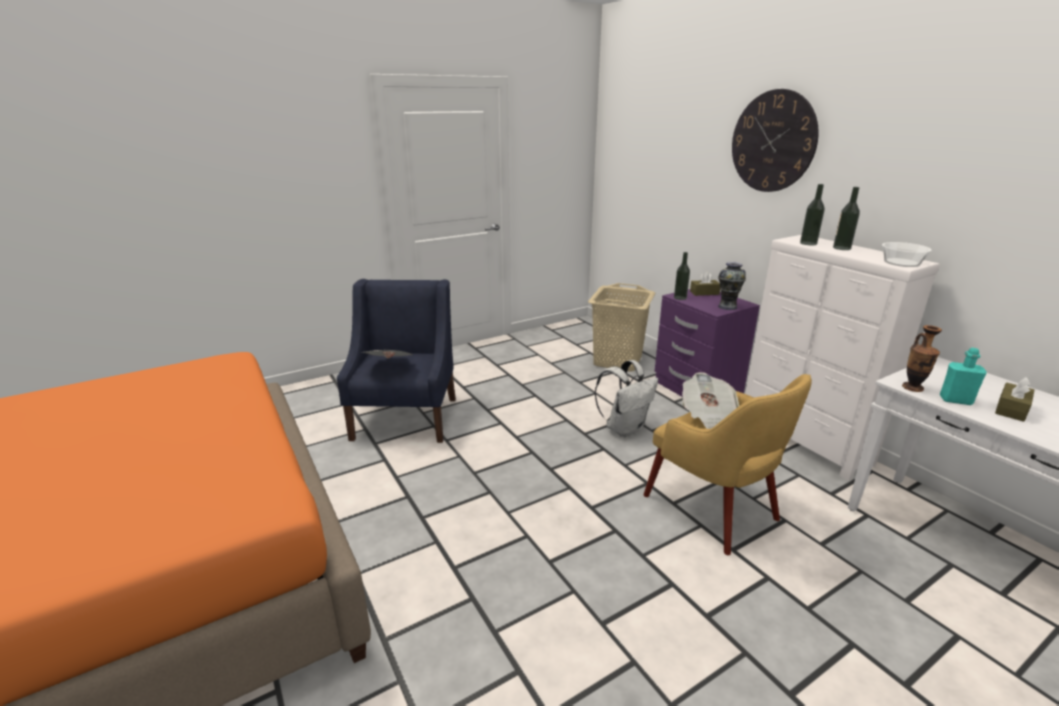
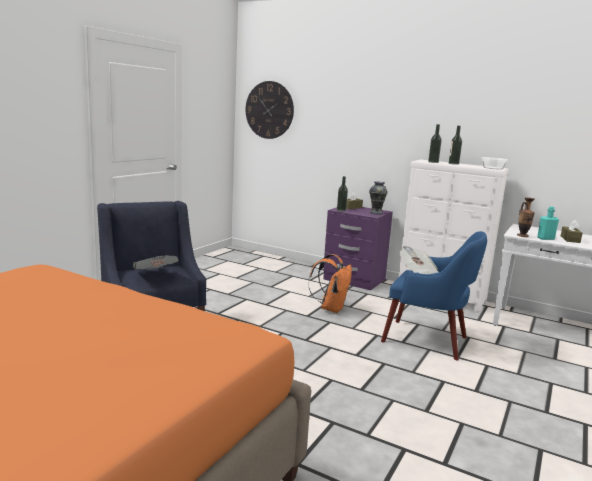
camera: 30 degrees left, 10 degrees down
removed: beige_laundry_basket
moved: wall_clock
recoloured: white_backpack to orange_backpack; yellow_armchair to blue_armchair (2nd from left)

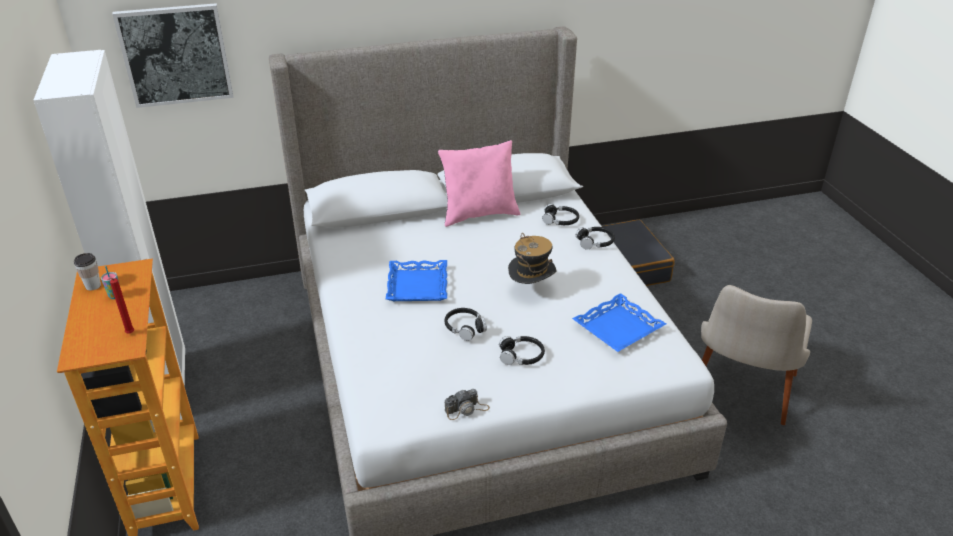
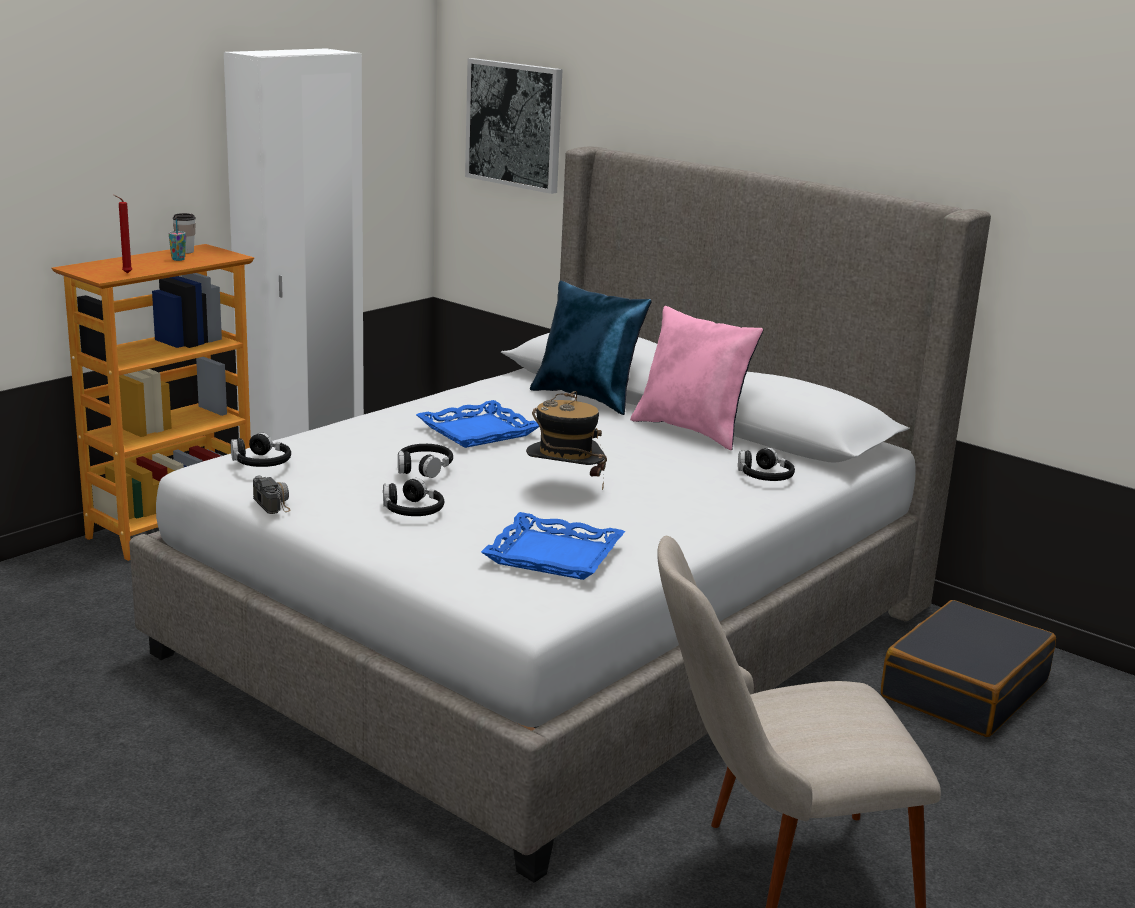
camera: 55 degrees right, 15 degrees down
added: blue_pillow
moved: black_headphones (4th from left in the first image) to black_headphones (1st from left)
turned: photo_camera 150 degrees counterclockwise

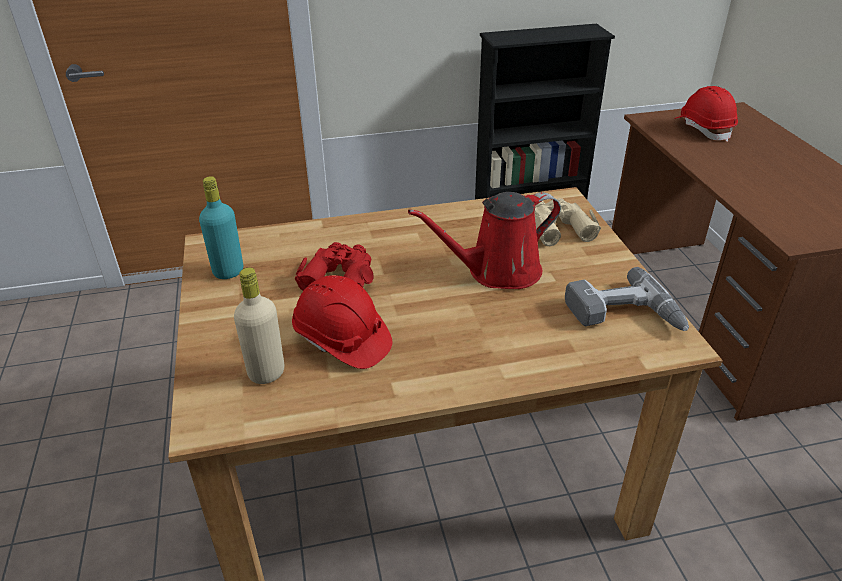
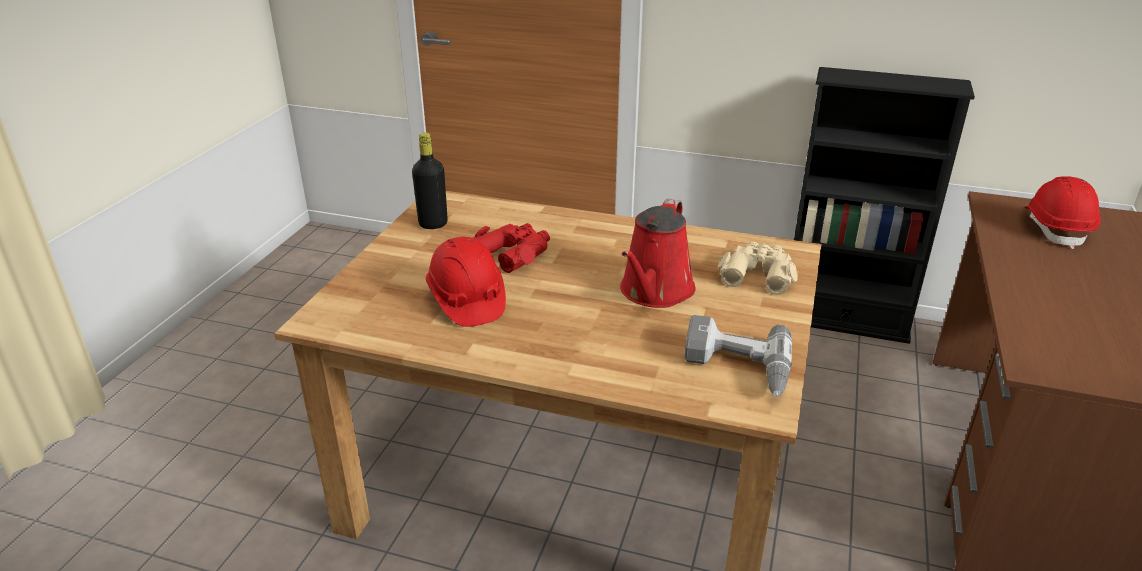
camera: 30 degrees right, 5 degrees down
removed: beige_bottle
recoloured: turquoise_bottle to black_bottle
turned: red_watering_can 75 degrees counterclockwise

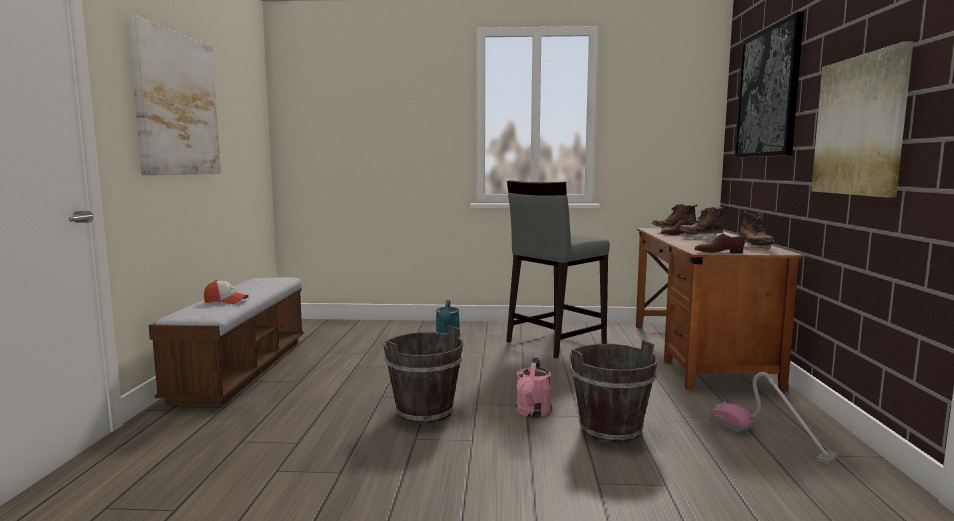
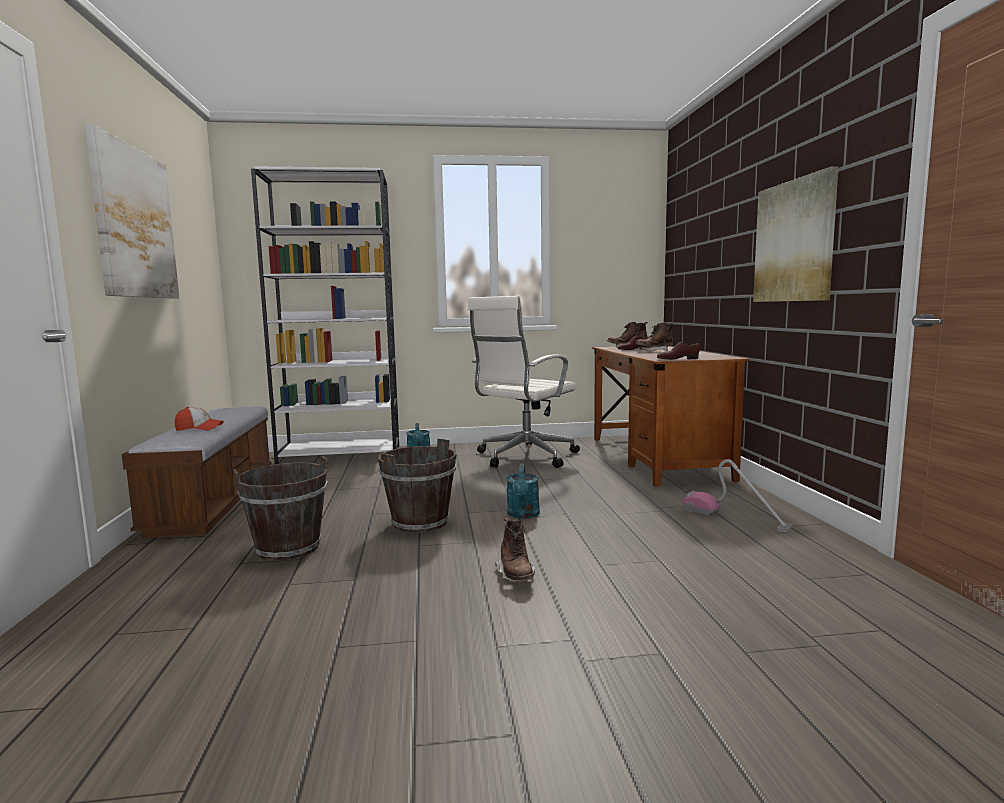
camera: 10 degrees left, 0 degrees up
removed: picture (2nd from left)
added: white_bookcase
moved: brown_bucket (2nd from left in the first image) to brown_bucket (1st from left); brown_boot (3rd from left in the first image) to brown_boot (1st from left)
replaced: grey_stool to white_office_chair
recoloured: pink_watering_can to turquoise_watering_can (2nd from left)

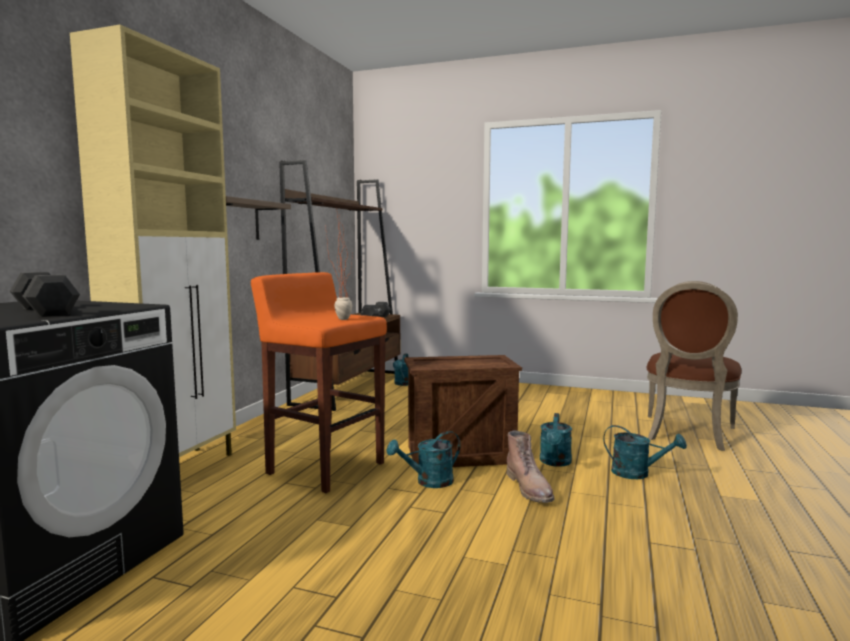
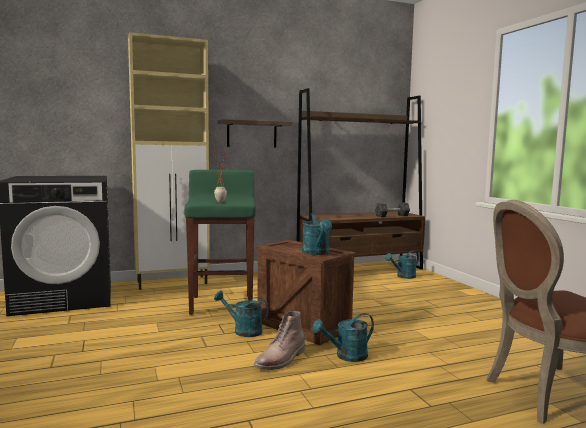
camera: 50 degrees right, 0 degrees up
removed: grey_dumbbell (1st from left)
moved: turquoise_watering_can (4th from left in the first image) to turquoise_watering_can (2nd from left)
recoloured: orange_stool to green_stool

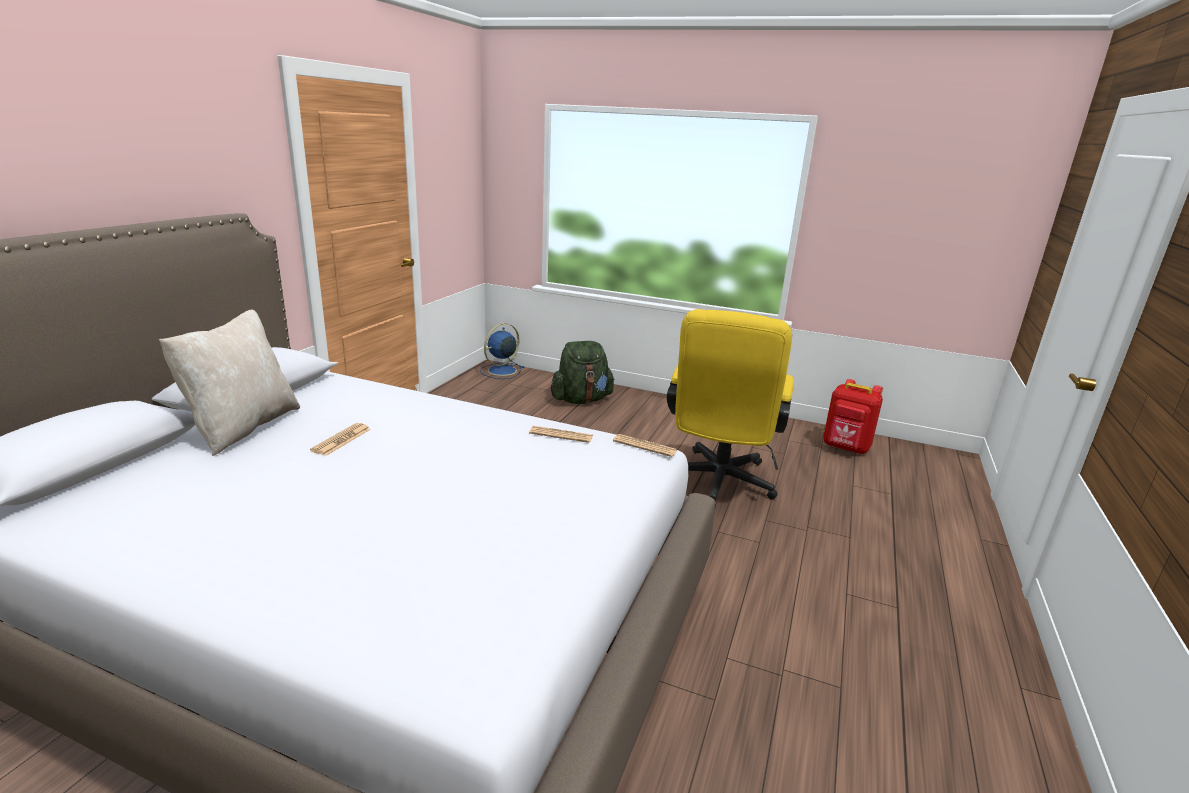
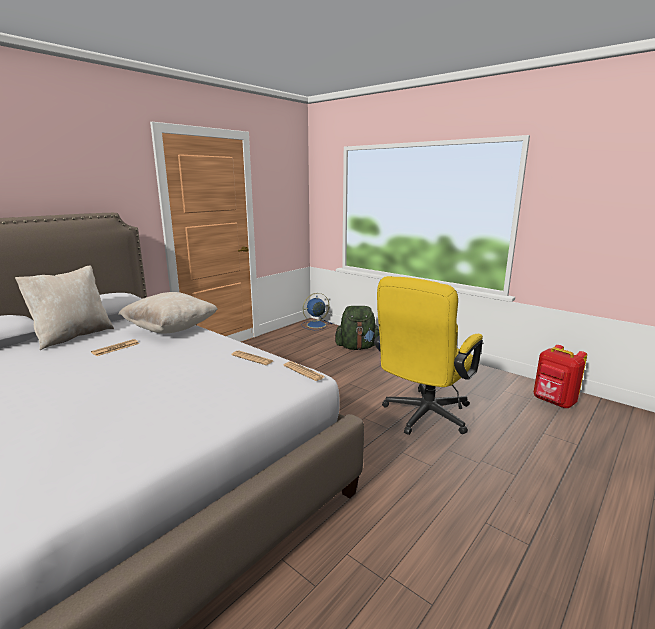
camera: 20 degrees right, 5 degrees down
added: beige_pillow (2nd from left)

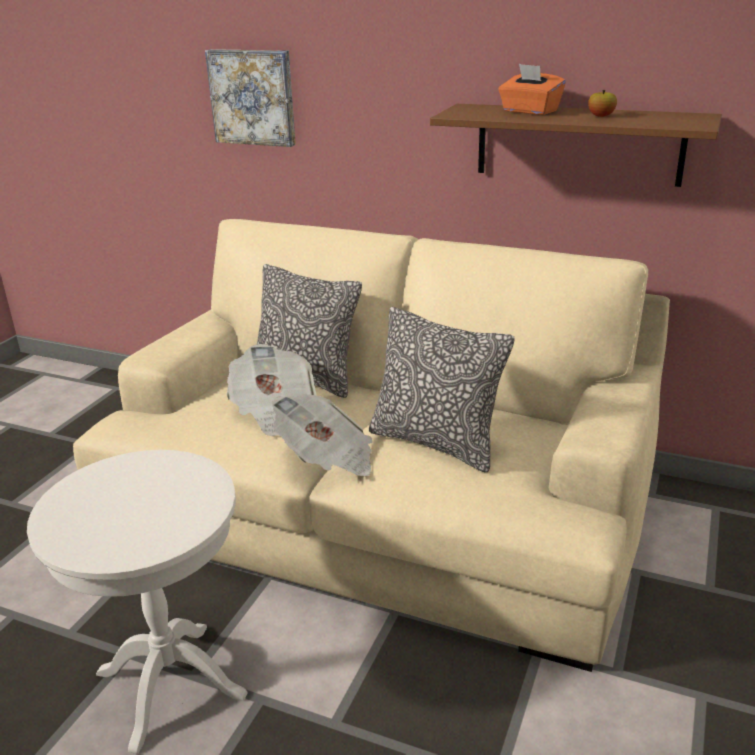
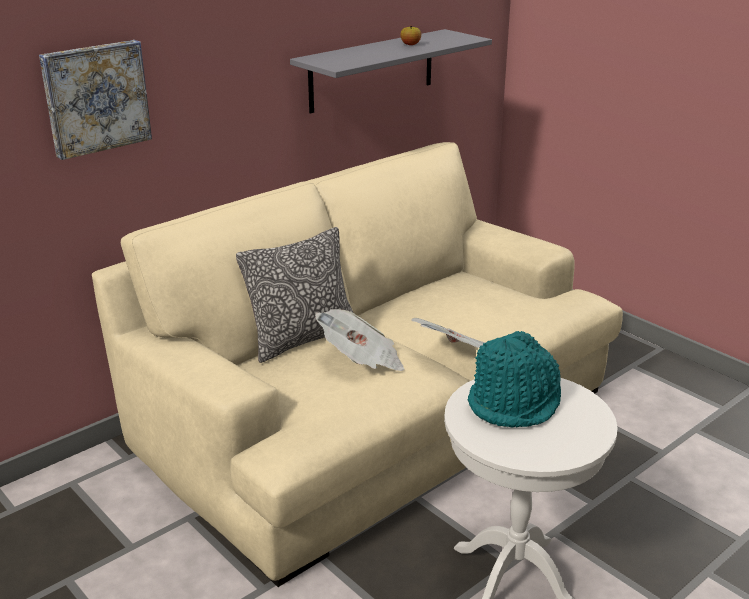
camera: 65 degrees left, 0 degrees up
removed: pillow (2nd from left); orange_tissue_box
added: turquoise_hat
recoloured: brown_shelf to grey_shelf

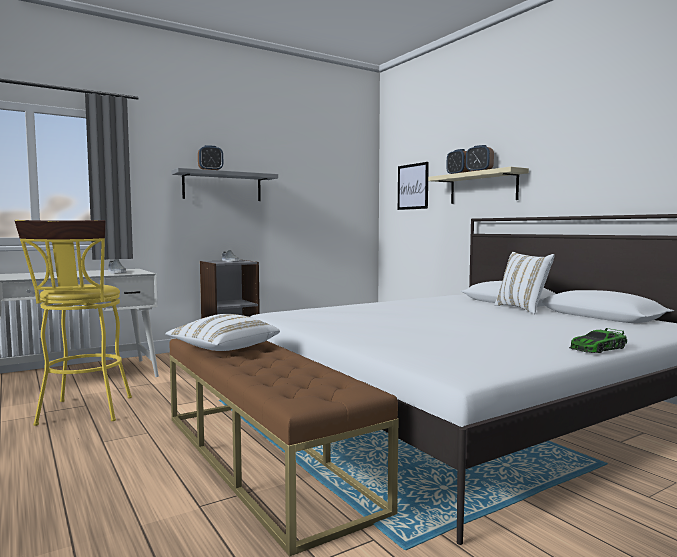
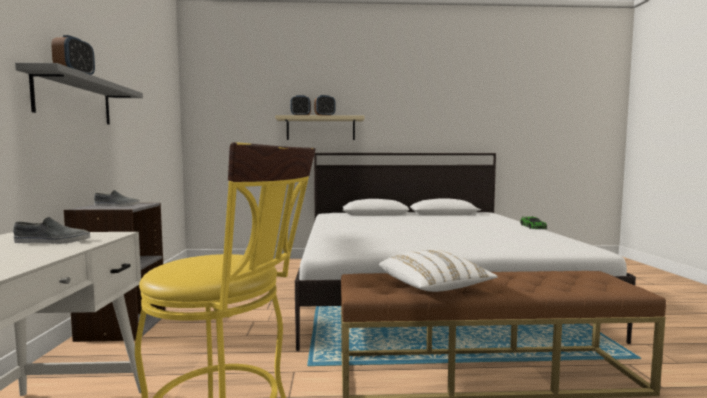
camera: 60 degrees left, 0 degrees up
removed: picture; white_pillow (2nd from left)

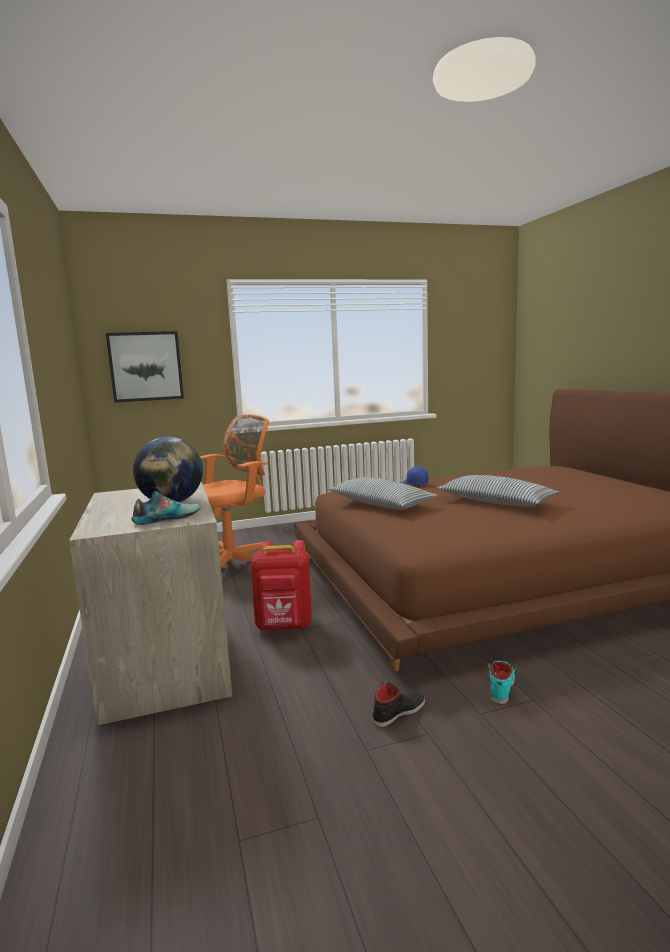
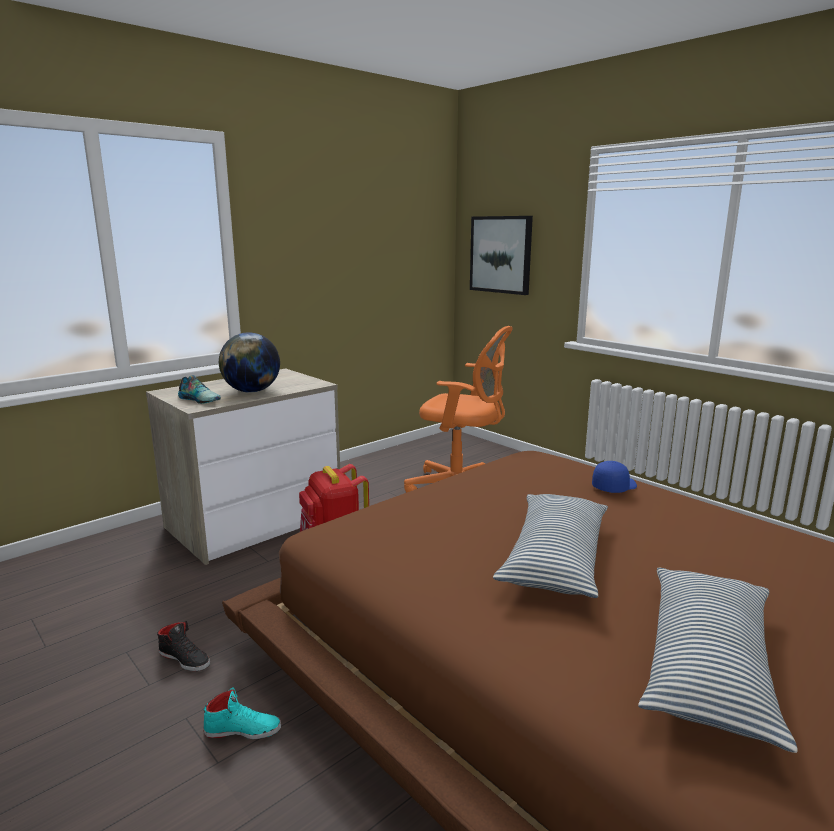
camera: 65 degrees right, 5 degrees up
moved: pillow (1st from left in the first image) to pillow (2nd from left)

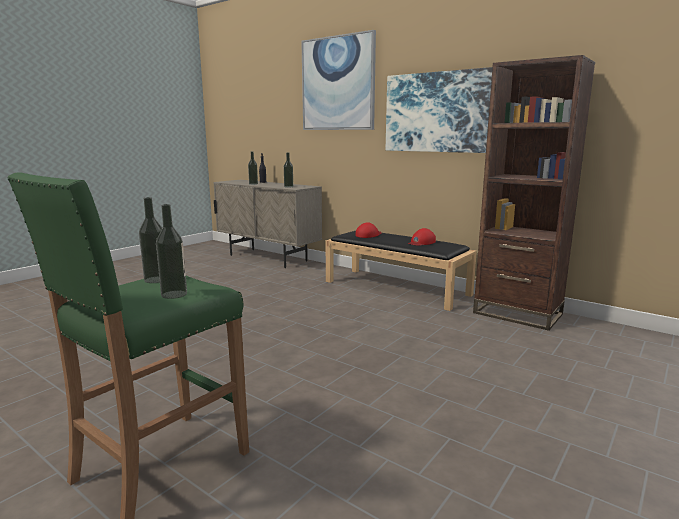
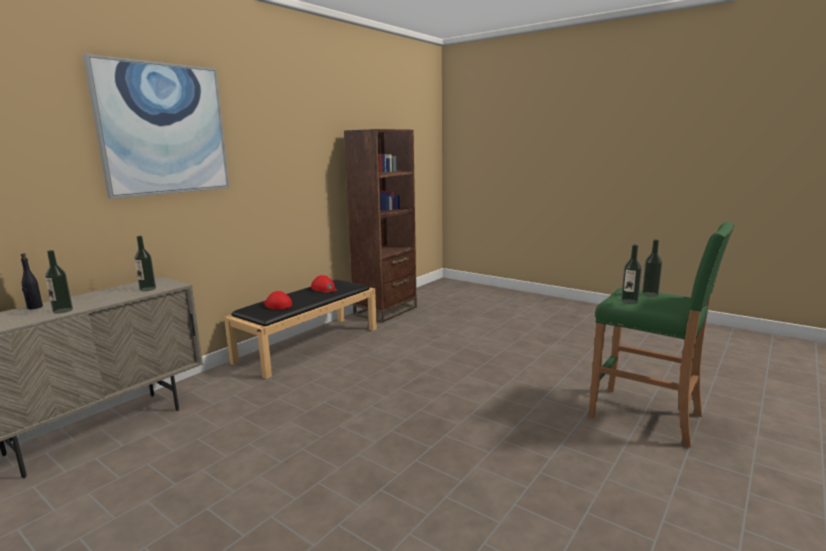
camera: 90 degrees left, 0 degrees up
removed: picture (2nd from left)

